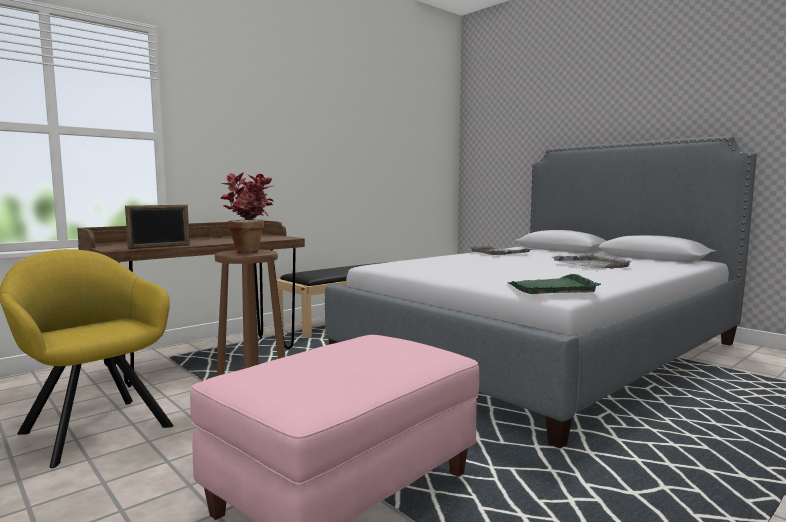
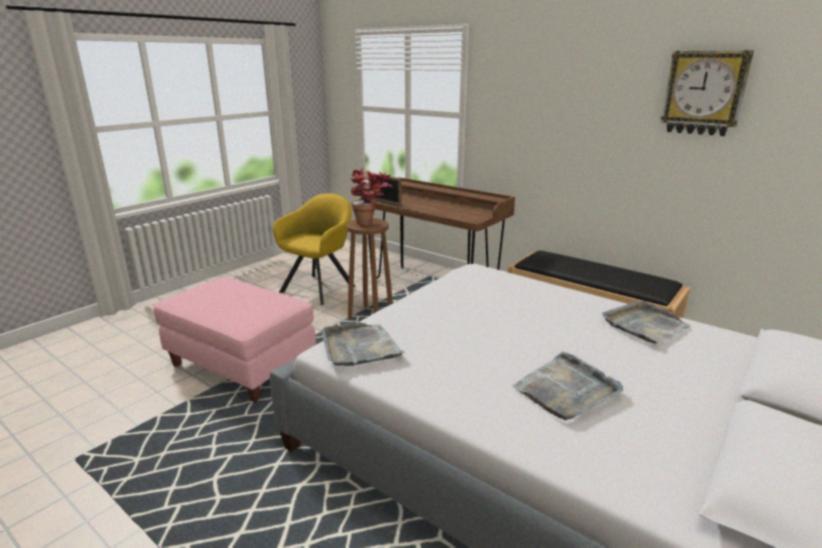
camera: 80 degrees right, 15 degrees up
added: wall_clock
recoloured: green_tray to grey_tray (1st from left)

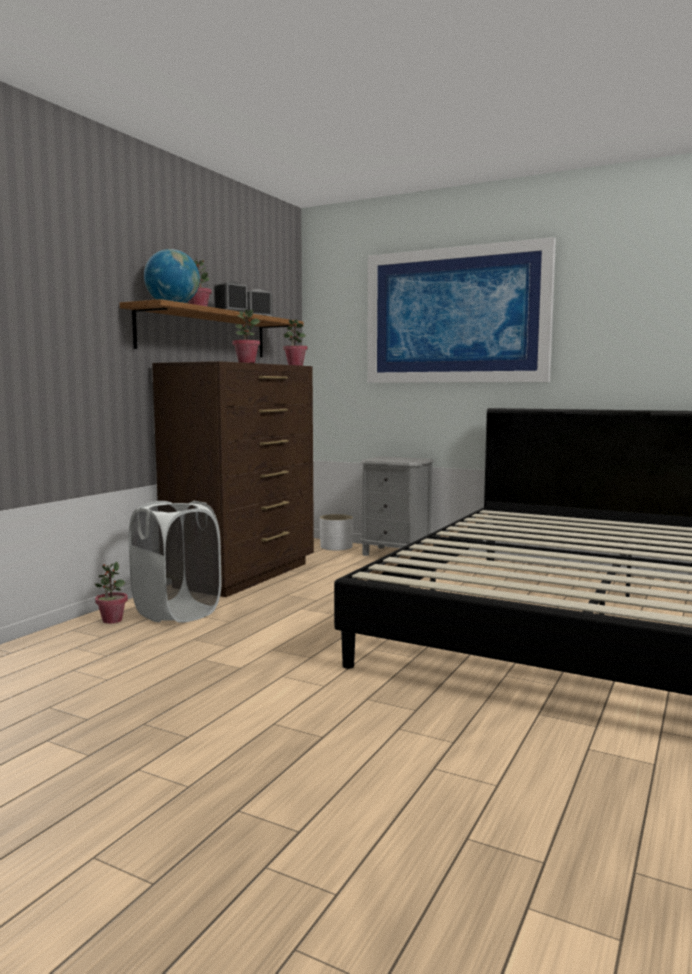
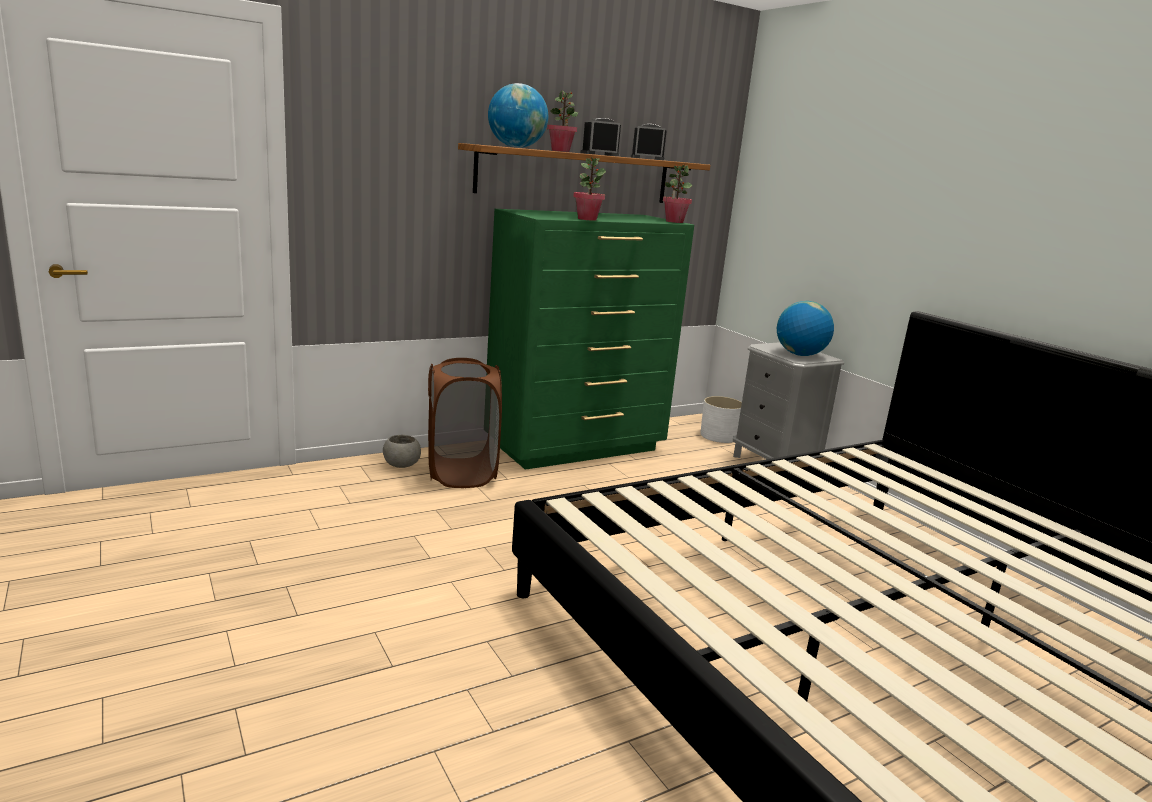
camera: 30 degrees right, 10 degrees up
removed: picture
added: globe (2nd from left)
replaced: potted_plant (1st from left) to grey_bowl
recoloured: white_laundry_basket to brown_laundry_basket; brown_dresser to green_dresser

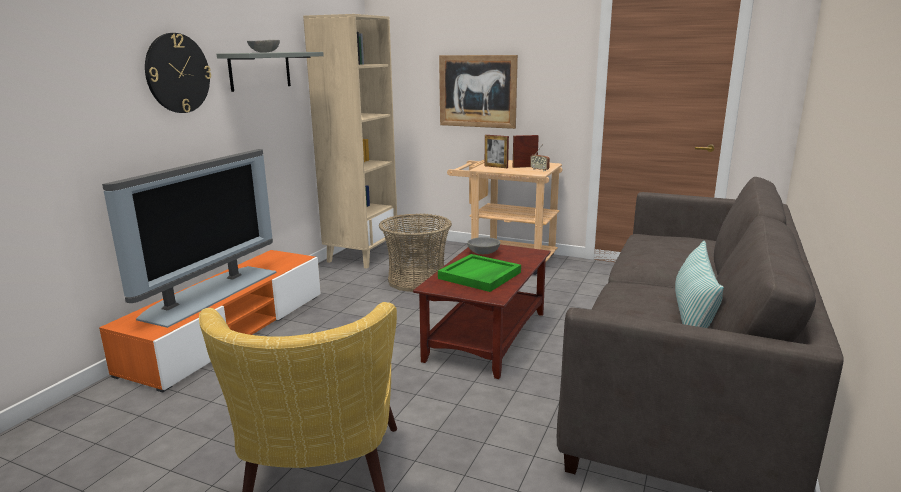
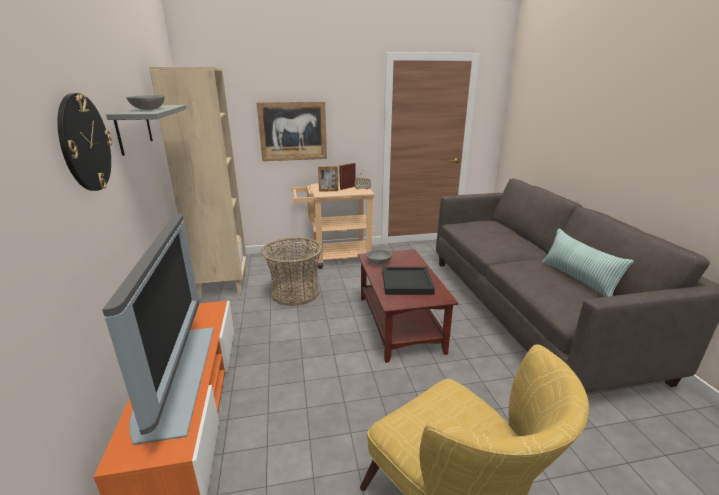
camera: 35 degrees left, 5 degrees up
recoloured: green_tray to black_tray

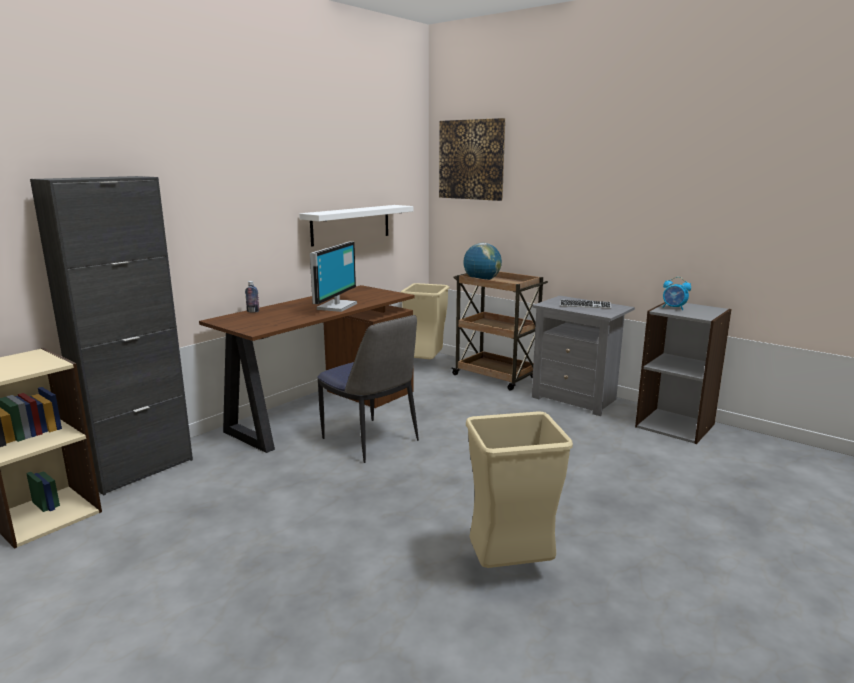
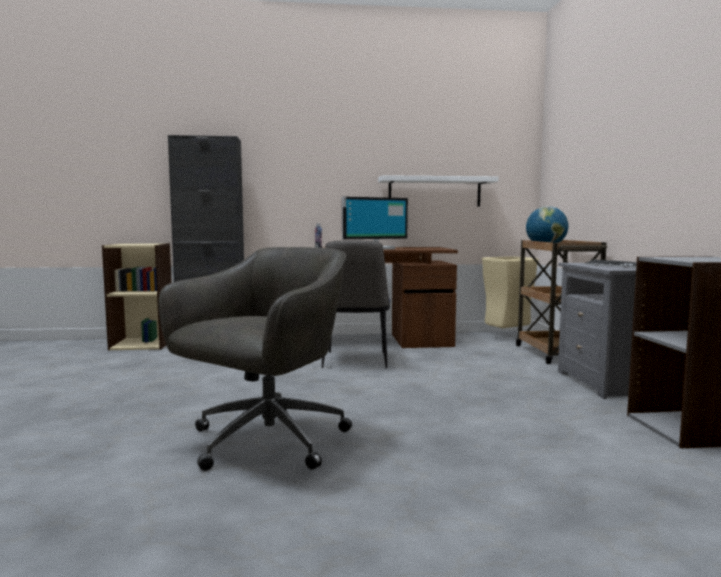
camera: 45 degrees right, 10 degrees down
removed: picture; alarm_clock
replaced: beige_trash_can (2nd from left) to grey_office_chair

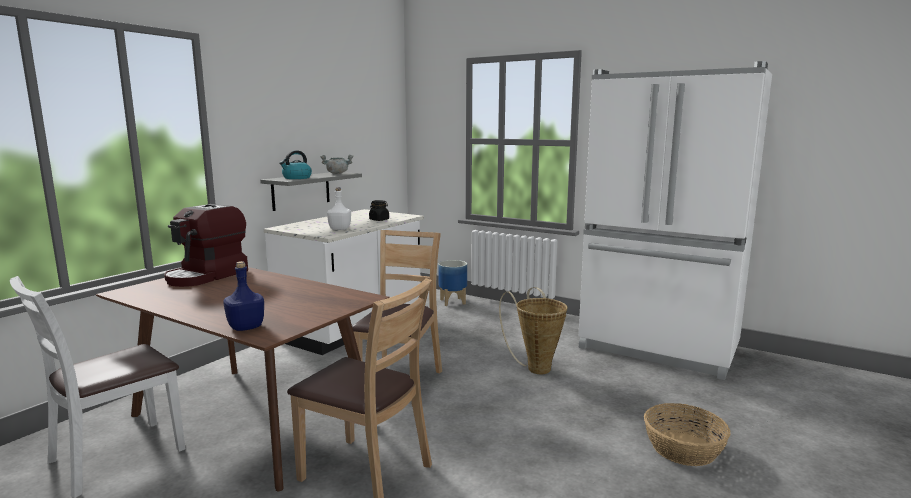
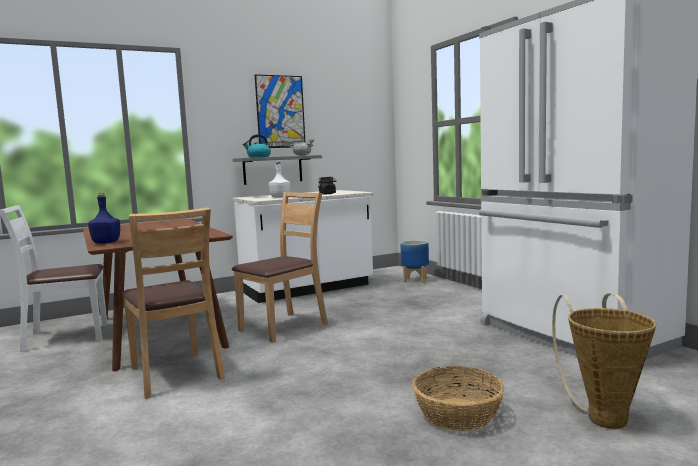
camera: 30 degrees right, 5 degrees down
removed: coffee_machine
added: picture
moved: basket (1st from left in the first image) to basket (2nd from left)

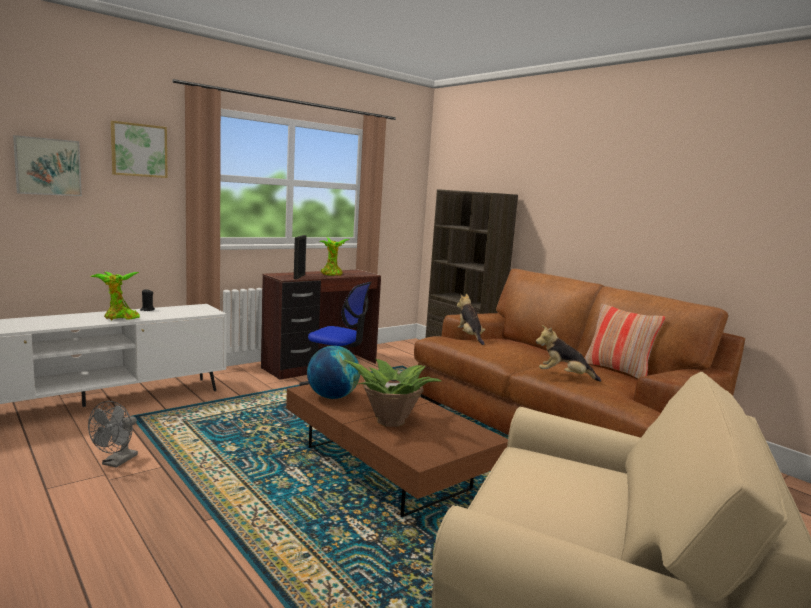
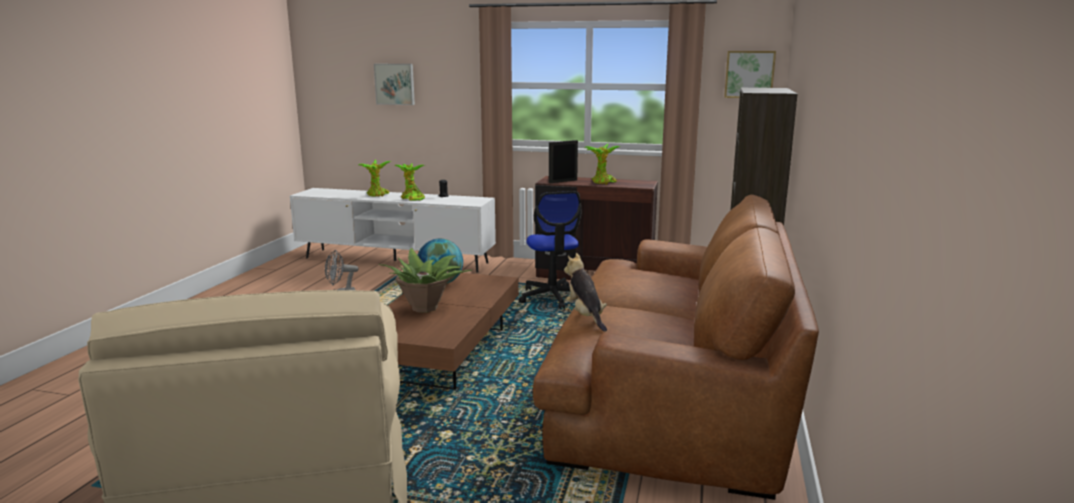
camera: 55 degrees right, 5 degrees up
removed: plush_toy (1st from left); pillow
added: potted_plant (1st from left)
moved: picture (2nd from left)

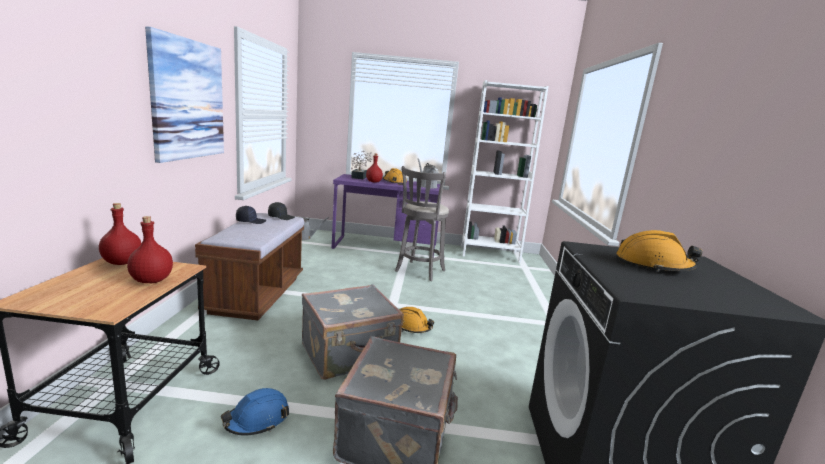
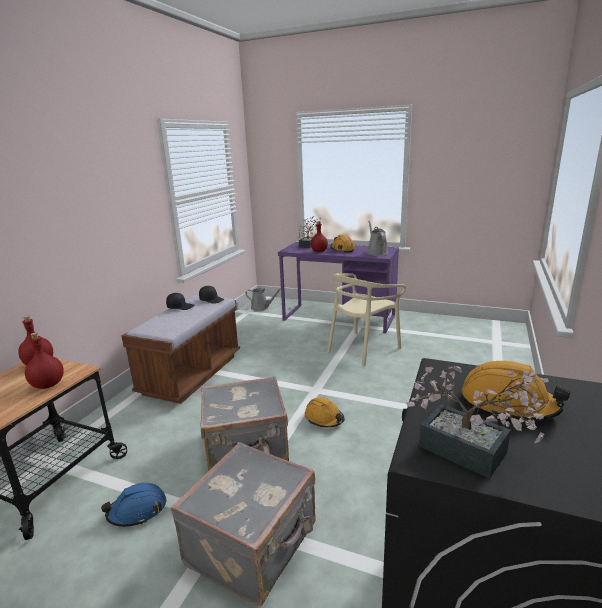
camera: 20 degrees right, 5 degrees up
removed: picture; white_bookcase
added: potted_plant (2nd from left)
replaced: grey_stool to beige_chair

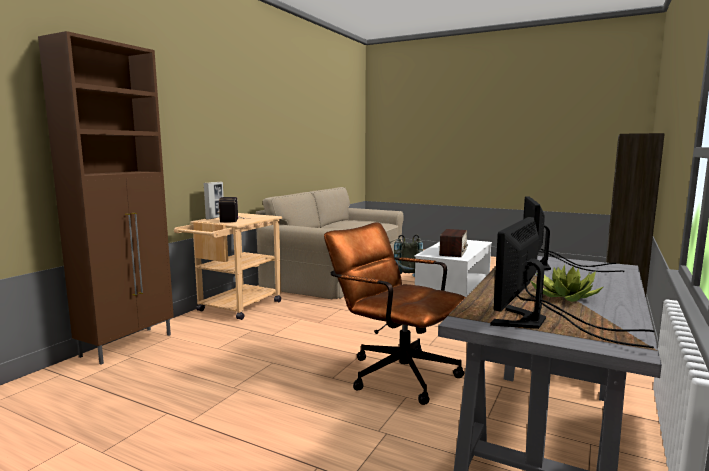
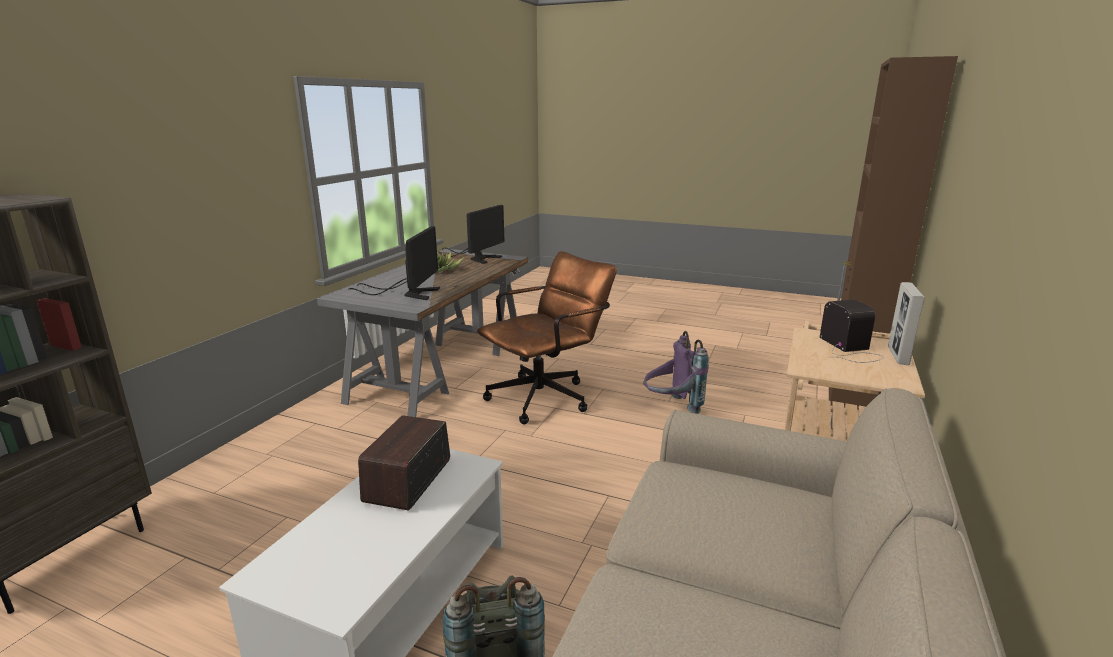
camera: 175 degrees right, 10 degrees up
added: purple_backpack
turned: brown_office_chair 75 degrees counterclockwise

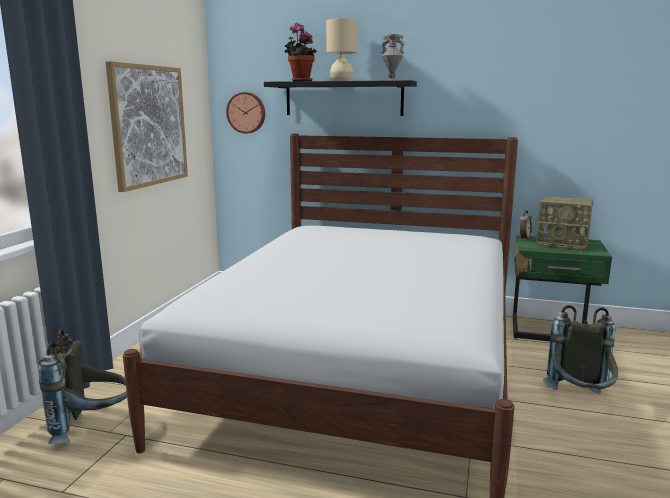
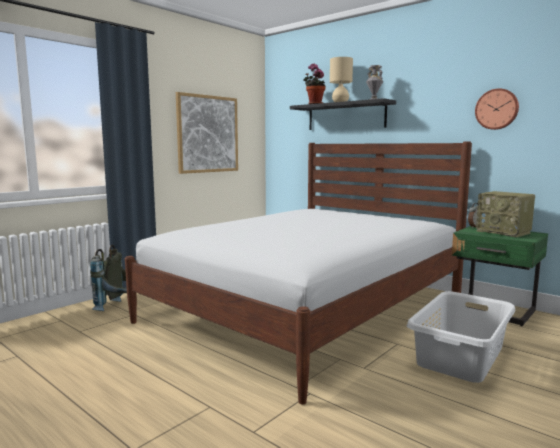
camera: 25 degrees right, 5 degrees down
moved: wall_clock
replaced: grey_backpack (2nd from left) to grey_laundry_basket

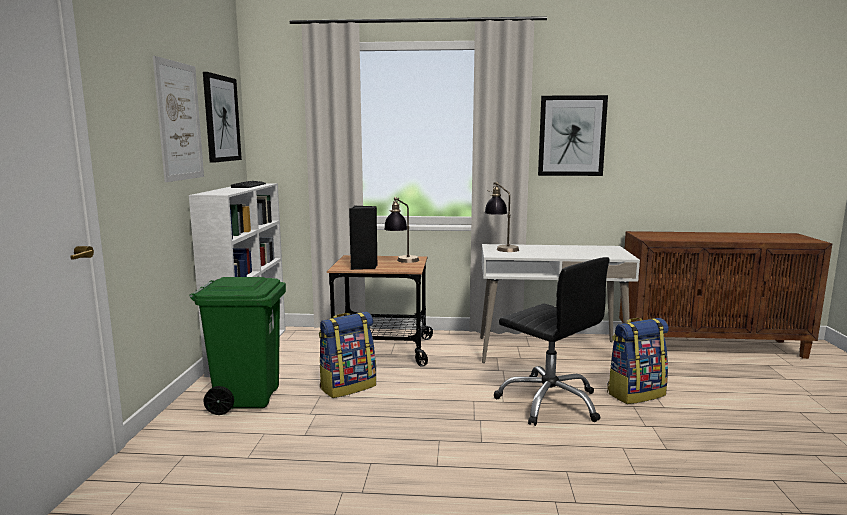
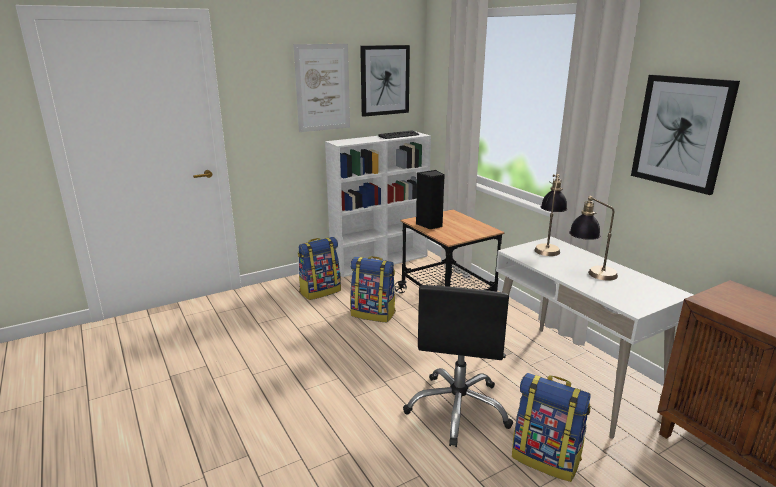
camera: 55 degrees right, 10 degrees up
moved: table_lamp (1st from left in the first image) to table_lamp (2nd from left)
replaced: green_trash_can to backpack (1st from left)

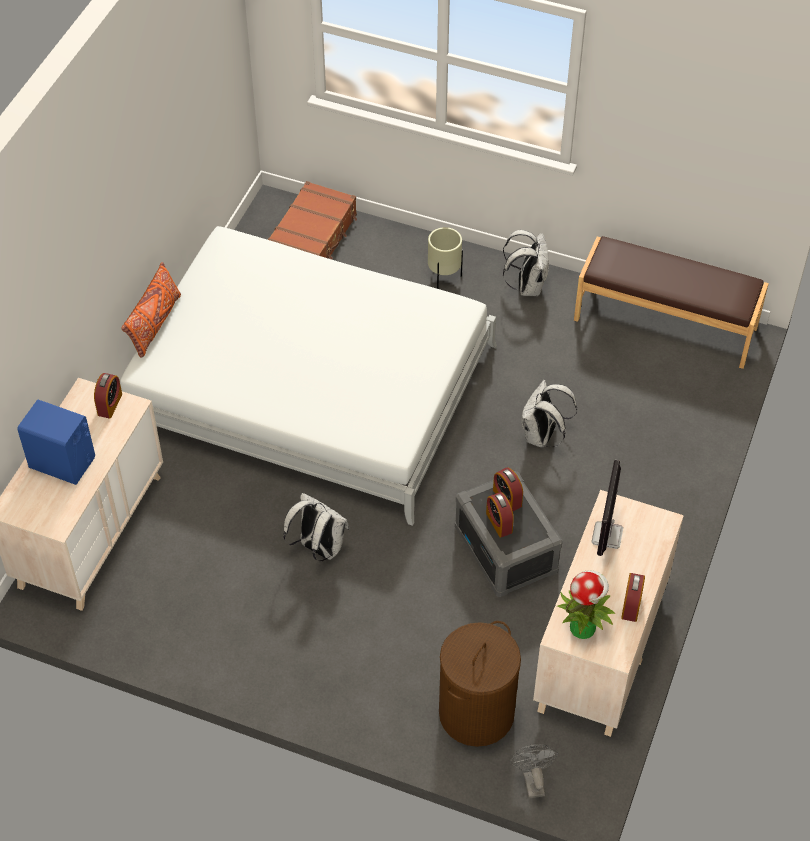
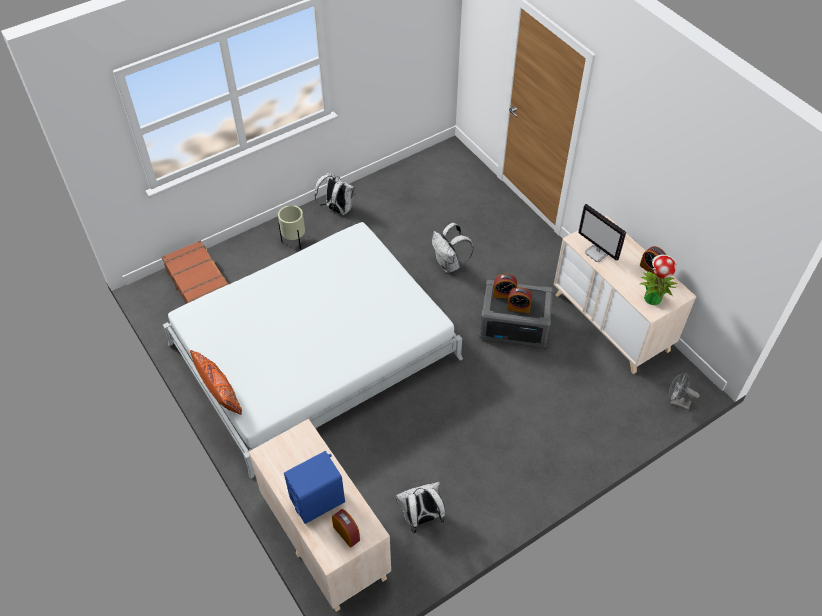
camera: 55 degrees left, 0 degrees up
removed: brown_laundry_basket; brown_bench
moved: alarm_clock (1st from left); white_backpack (1st from left in the first image) to white_backpack (2nd from left)

